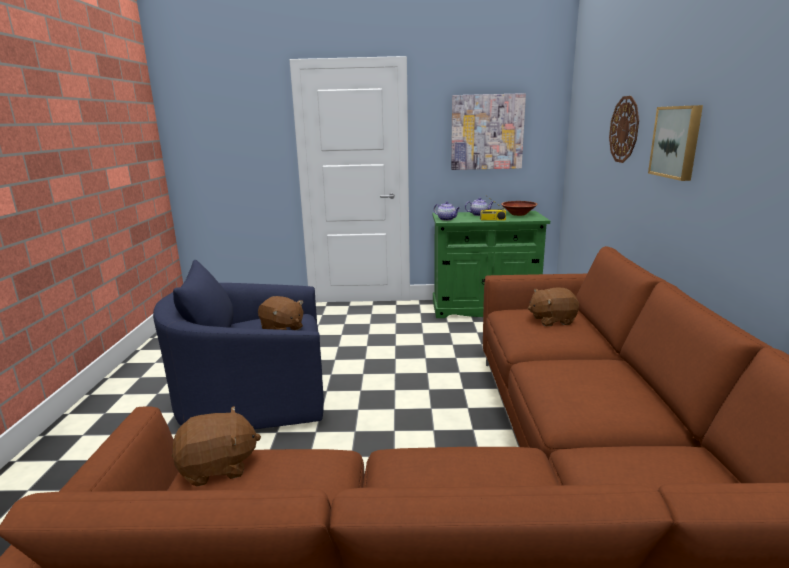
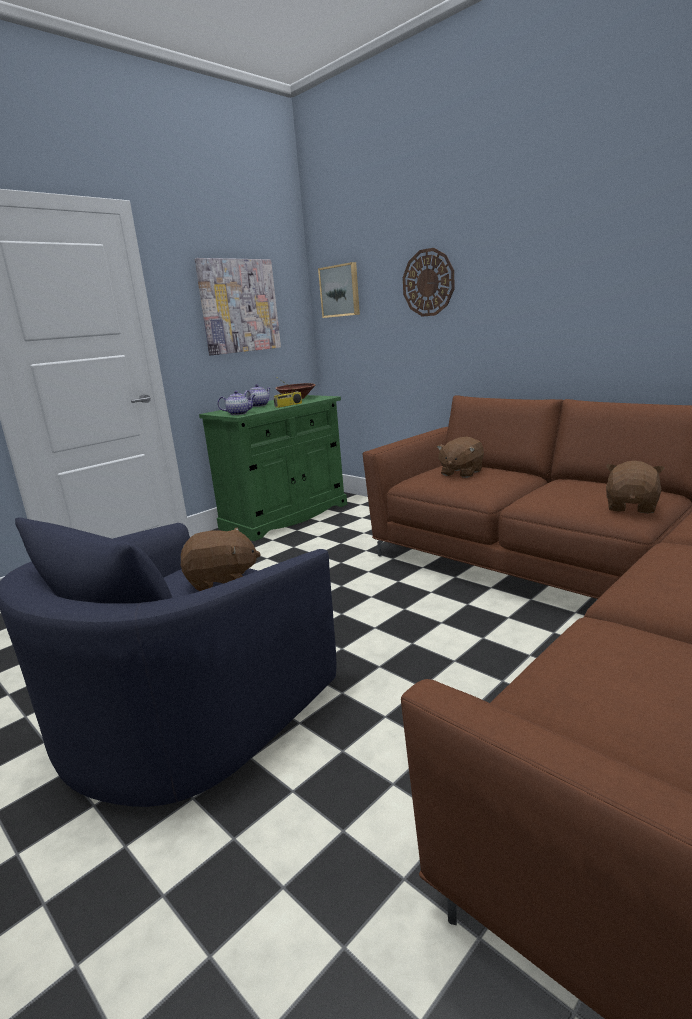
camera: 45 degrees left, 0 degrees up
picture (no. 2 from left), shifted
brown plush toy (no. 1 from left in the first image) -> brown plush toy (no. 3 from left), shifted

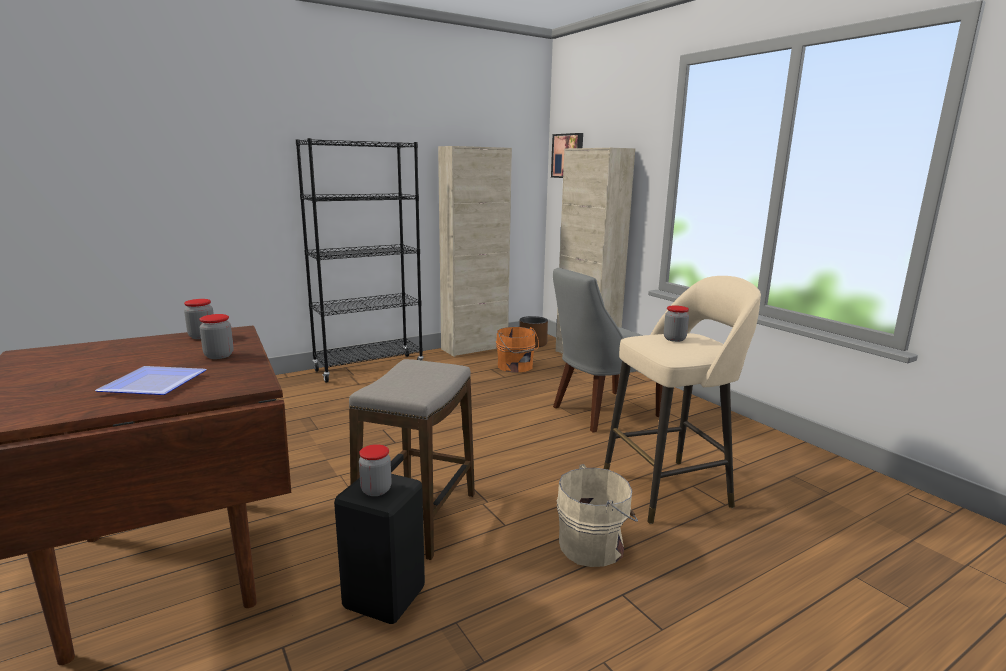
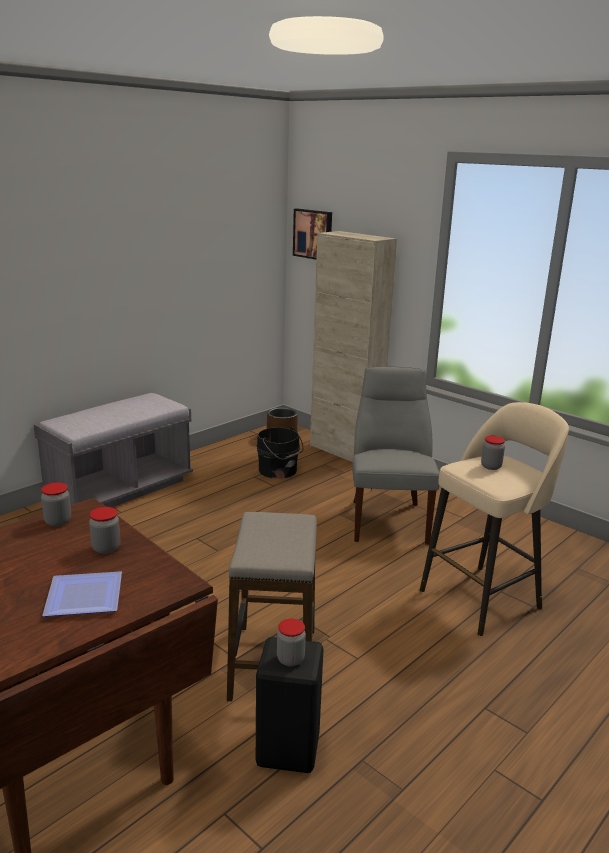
camera: 15 degrees left, 5 degrees up
black bookcase -> grey bench
beige cabinet (no. 1 from left) -> none
grey chair, 135 degrees clockwise
orange bucket -> black bucket
beige bucket -> none

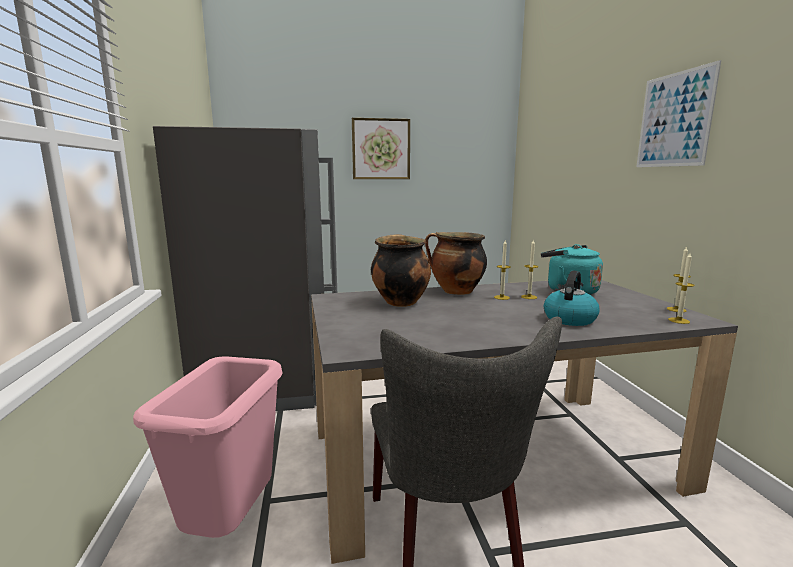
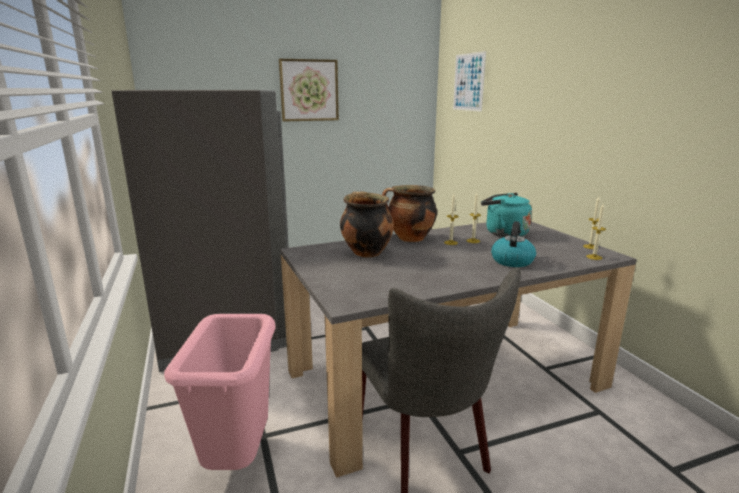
camera: 10 degrees left, 5 degrees up
picture (no. 2 from left), shifted

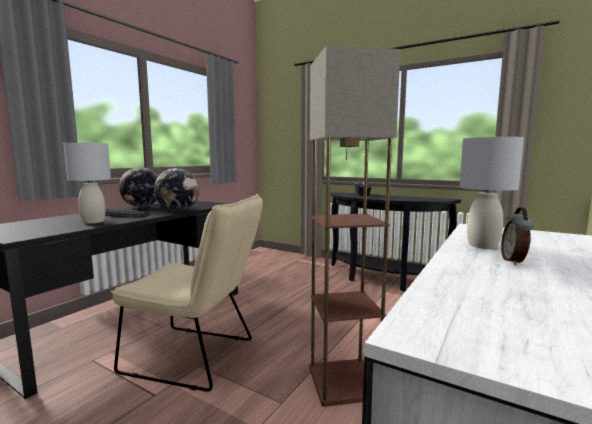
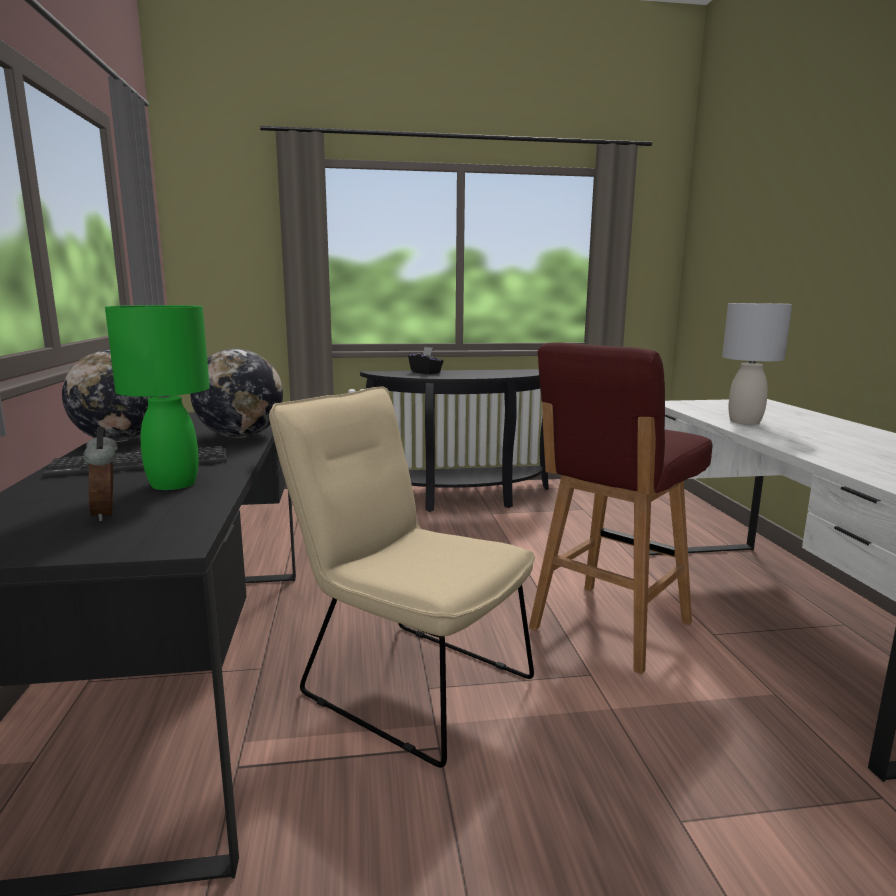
camera: 40 degrees left, 5 degrees up
floor lamp -> red stool
grey table lamp (no. 1 from left) -> green table lamp
beige chair, 120 degrees counterclockwise
alarm clock, shifted

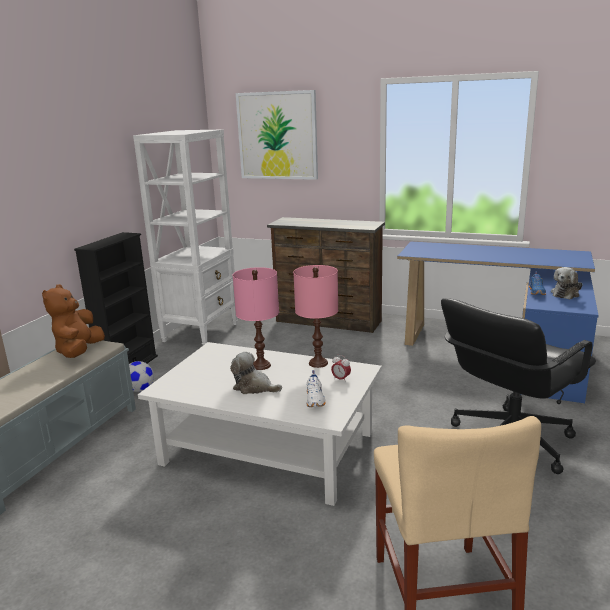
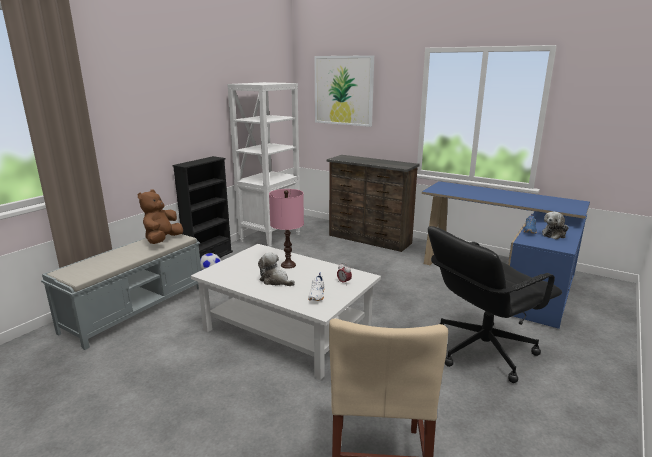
camera: 10 degrees right, 0 degrees up
pink table lamp (no. 2 from left) -> none

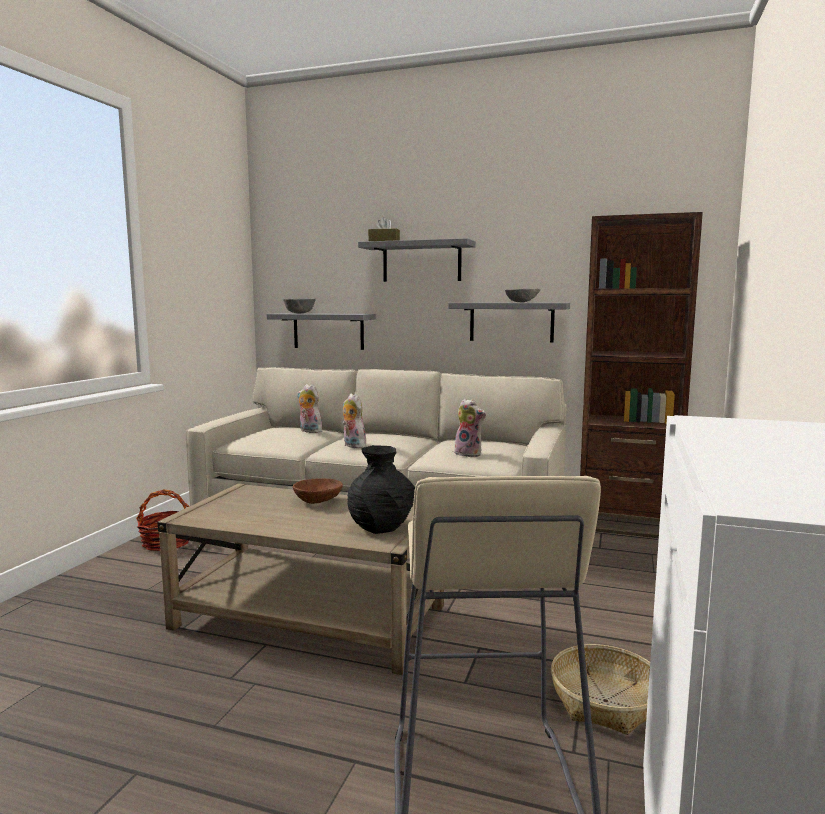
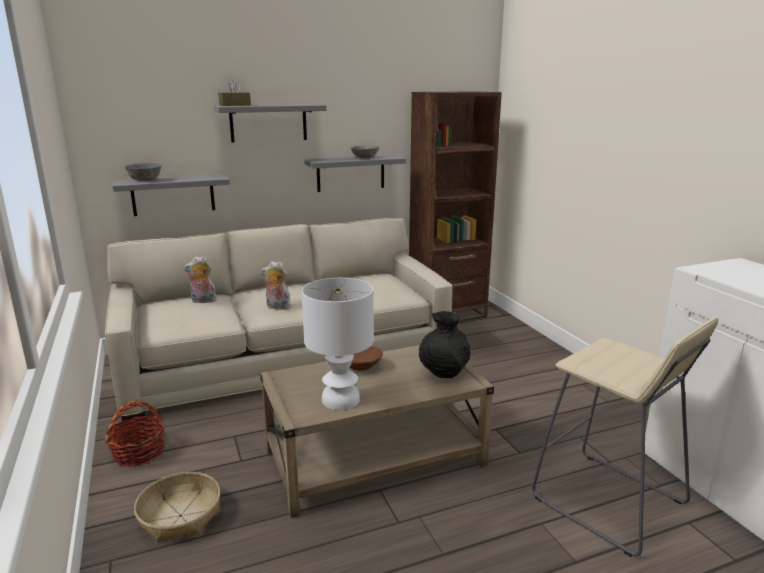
camera: 40 degrees left, 10 degrees up
plush toy (no. 3 from left) -> none
basket (no. 2 from left), shifted
none -> white table lamp

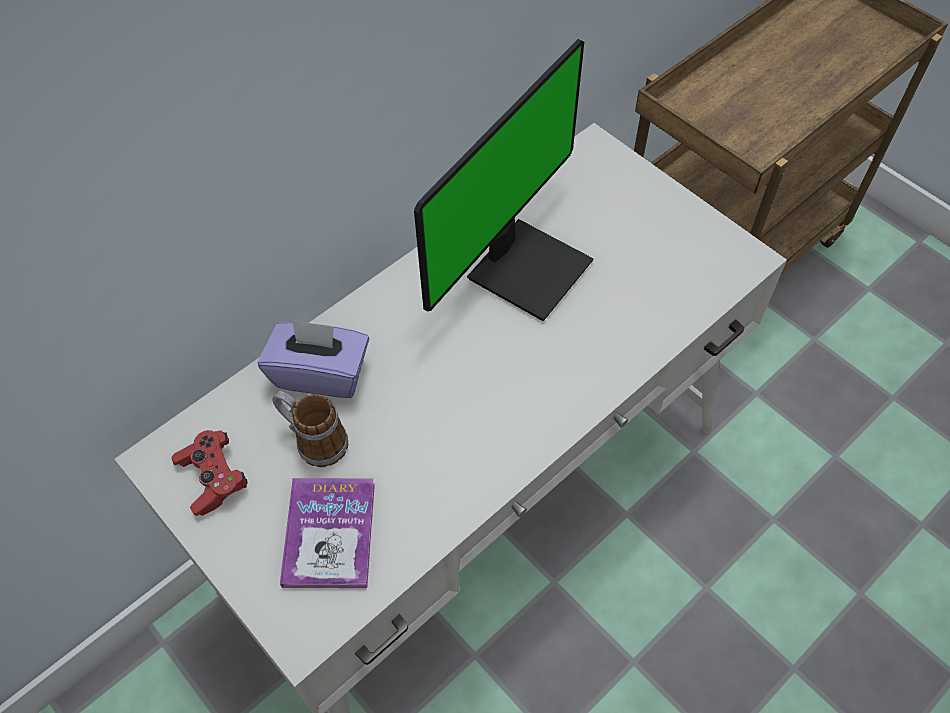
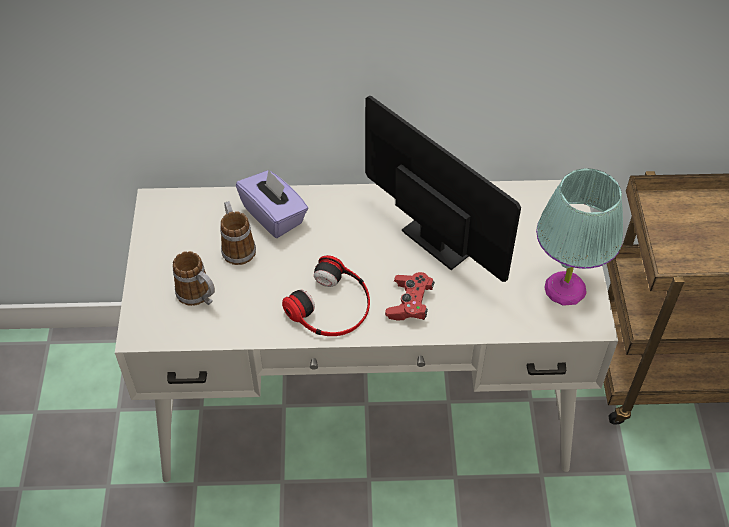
camera: 40 degrees right, 5 degrees down
monitor, 120 degrees counterclockwise
red game controller, shifted
book -> mug (no. 1 from left)
none -> turquoise table lamp
none -> headphones

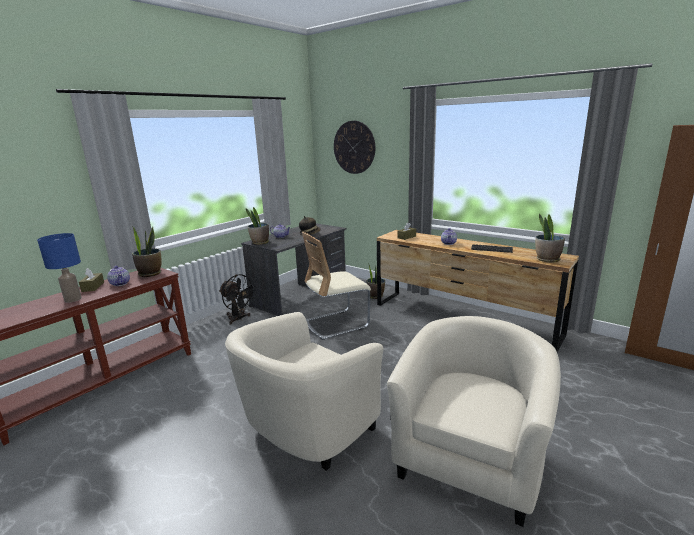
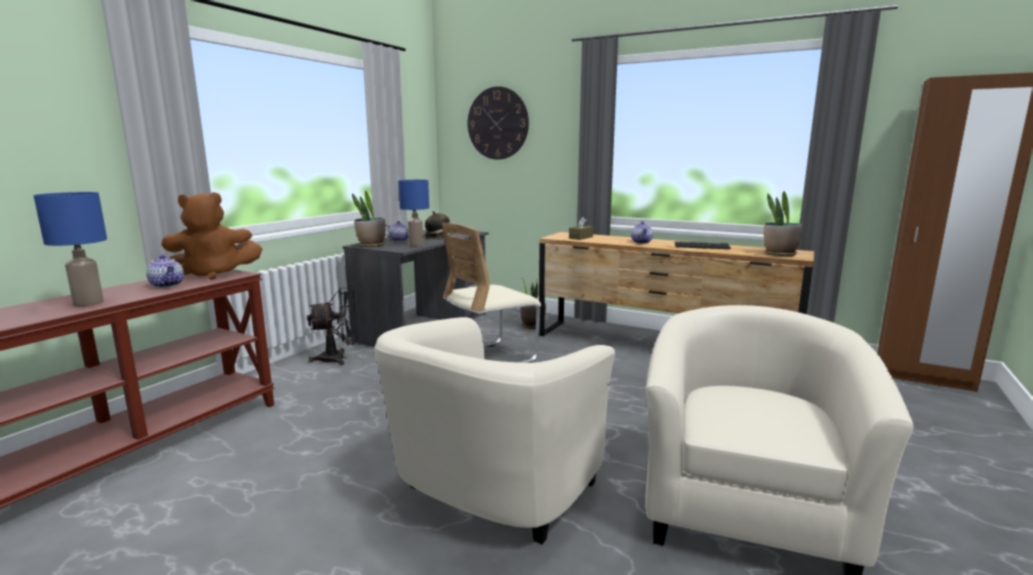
camera: 10 degrees left, 5 degrees down
potted plant (no. 1 from left) -> brown plush toy
brown tissue box (no. 1 from left) -> none
black fan, 45 degrees counterclockwise
none -> blue table lamp (no. 2 from left)

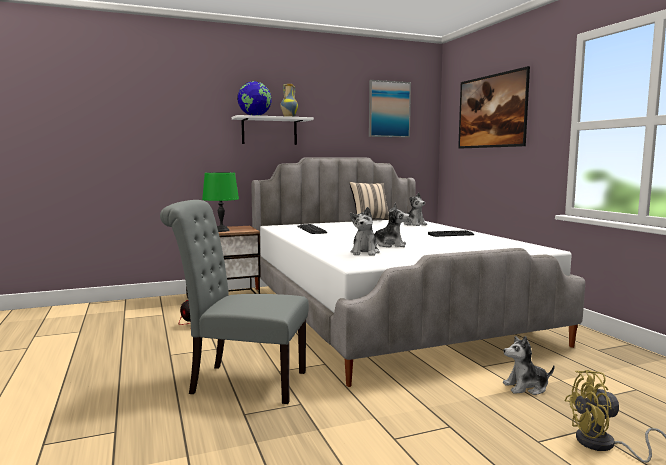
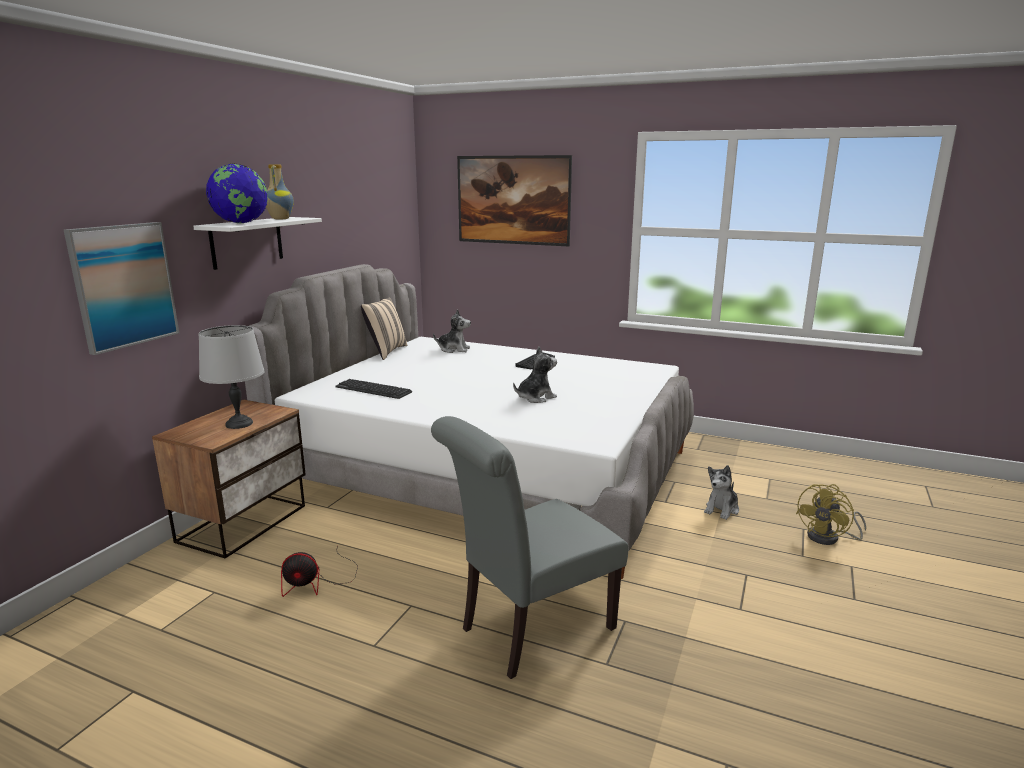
camera: 45 degrees left, 10 degrees up
picture (no. 1 from left), shifted
green table lamp -> grey table lamp
plush toy (no. 1 from left) -> none

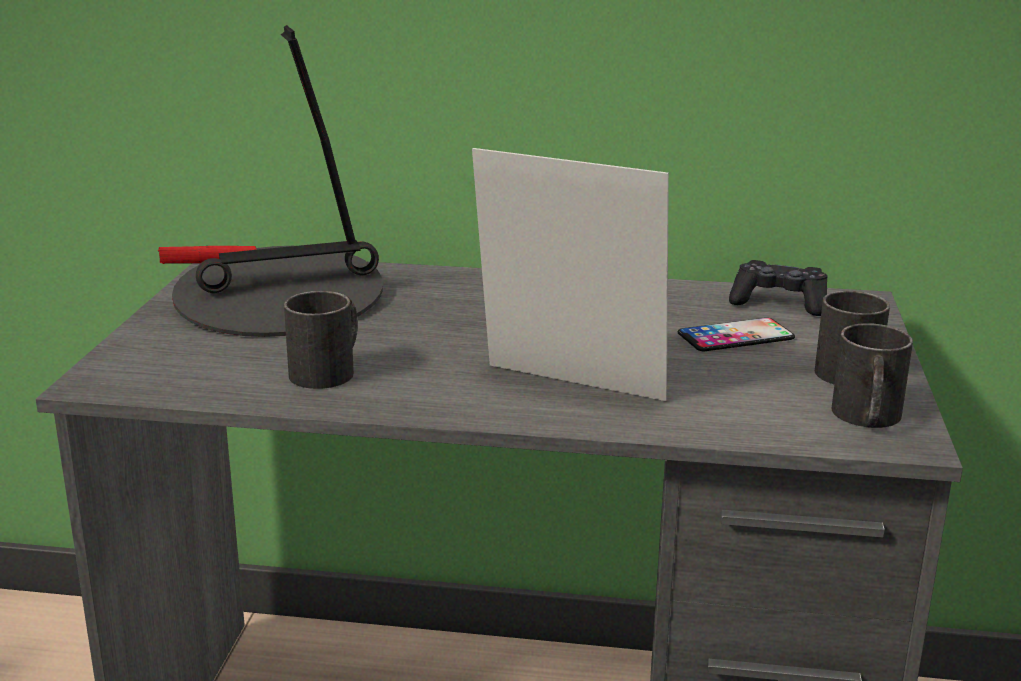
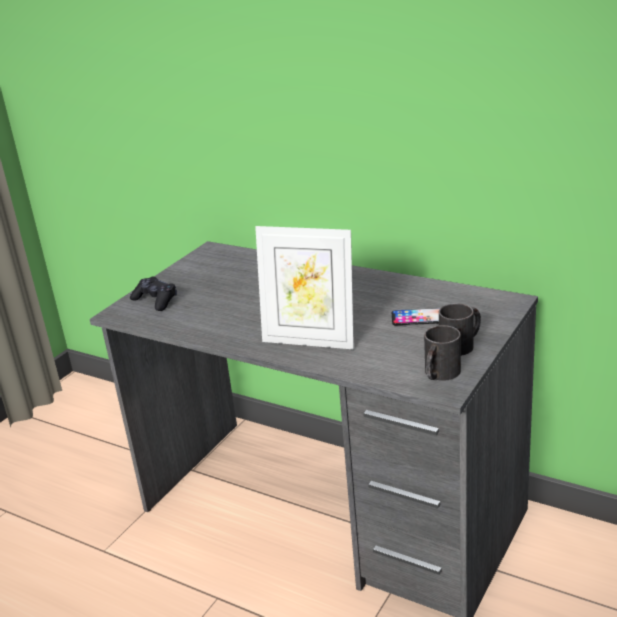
camera: 25 degrees right, 5 degrees up
table lamp -> none
picture frame, 150 degrees clockwise
black game controller, shifted
black mug (no. 1 from left) -> none

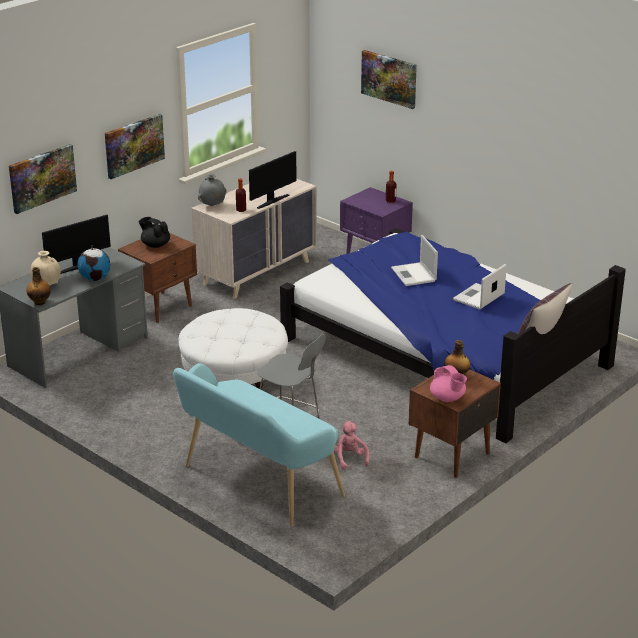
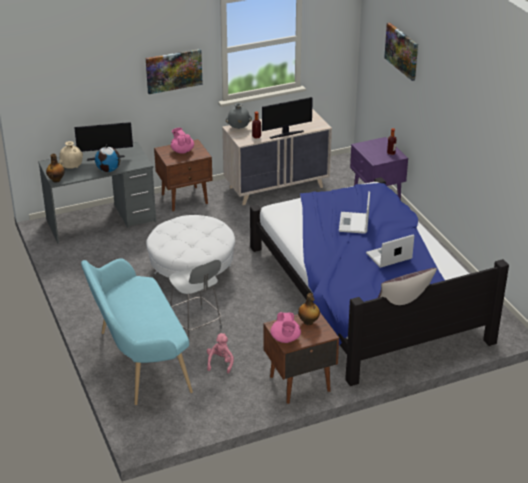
camera: 25 degrees right, 5 degrees up
picture (no. 1 from left) -> none
black teapot -> pink teapot (no. 1 from left)

